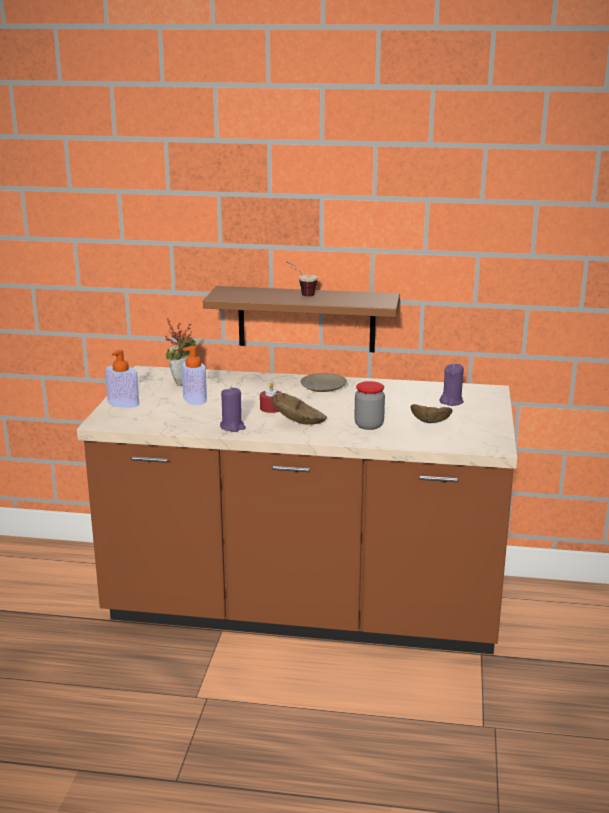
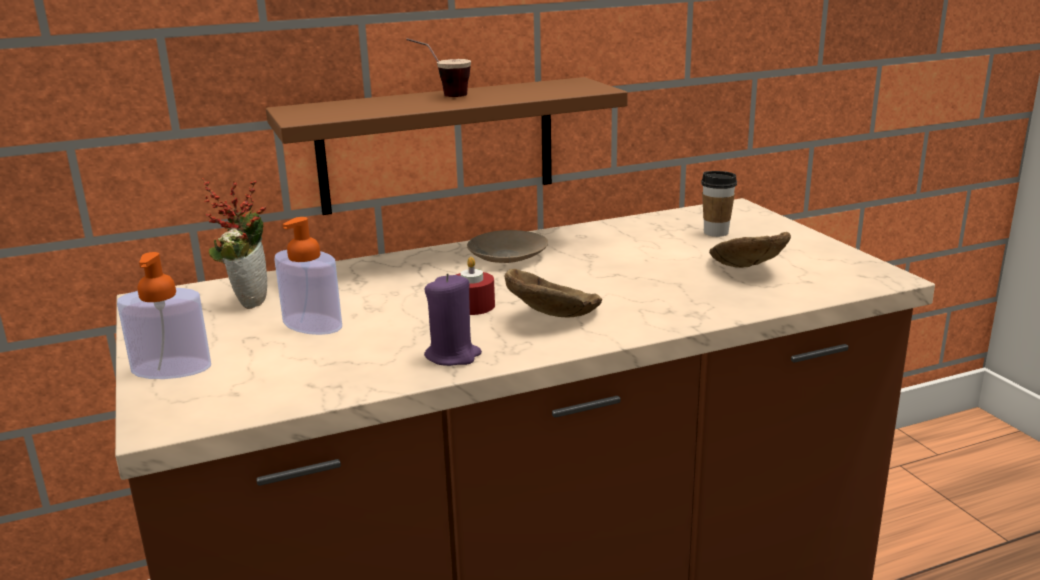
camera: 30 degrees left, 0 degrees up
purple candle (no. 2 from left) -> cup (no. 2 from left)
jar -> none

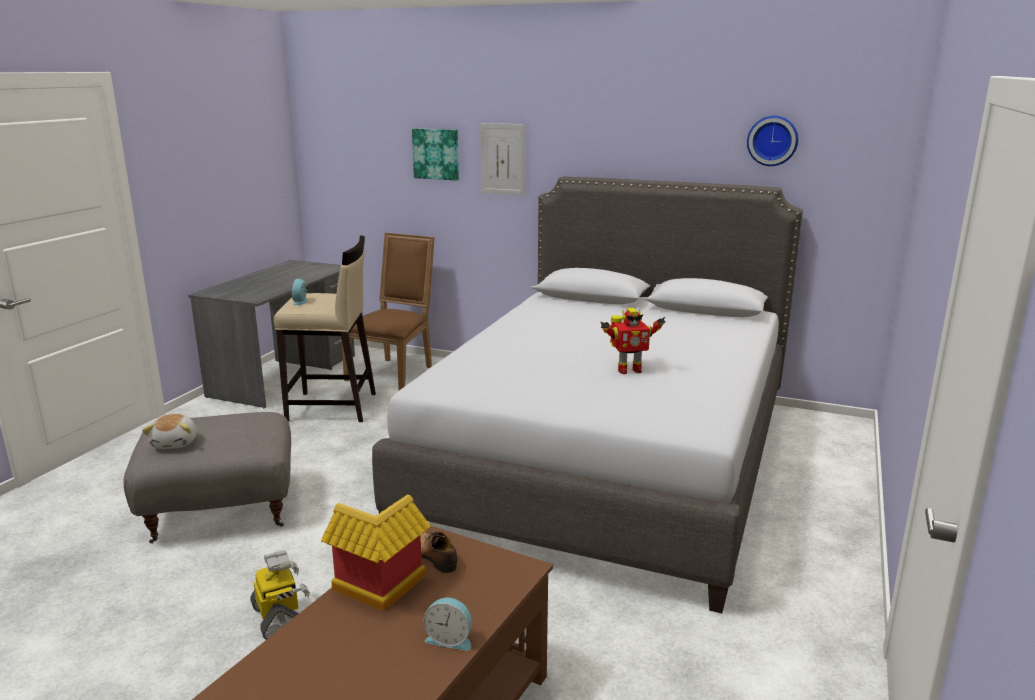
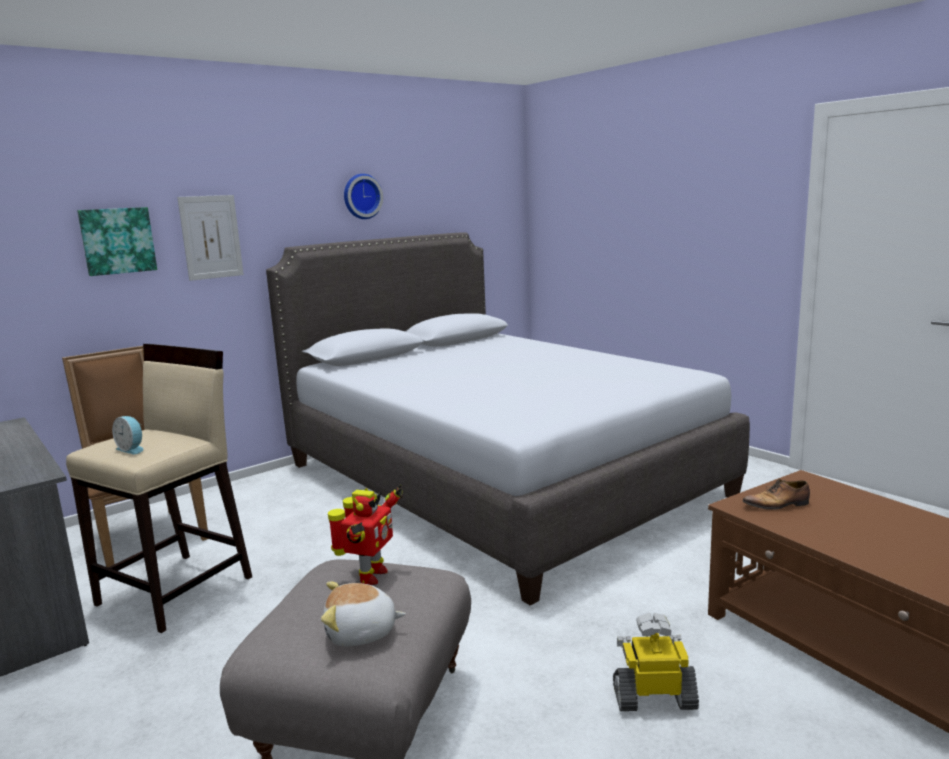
camera: 60 degrees left, 5 degrees down
wall clock, shifted
toy robot (no. 2 from left in the first image) -> toy robot (no. 1 from left), shifted
plush toy, 150 degrees clockwise
toy house -> none
alarm clock (no. 2 from left) -> none

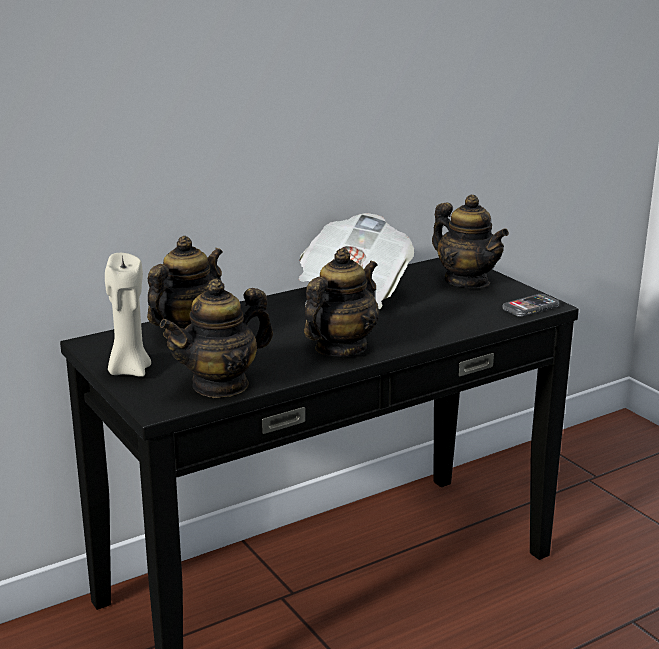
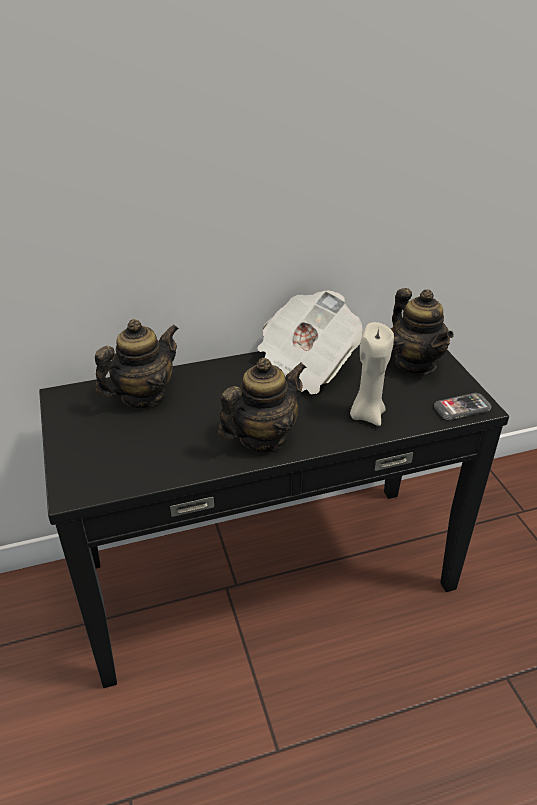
camera: 15 degrees right, 15 degrees up
beige candle, shifted
teapot (no. 2 from left) -> none

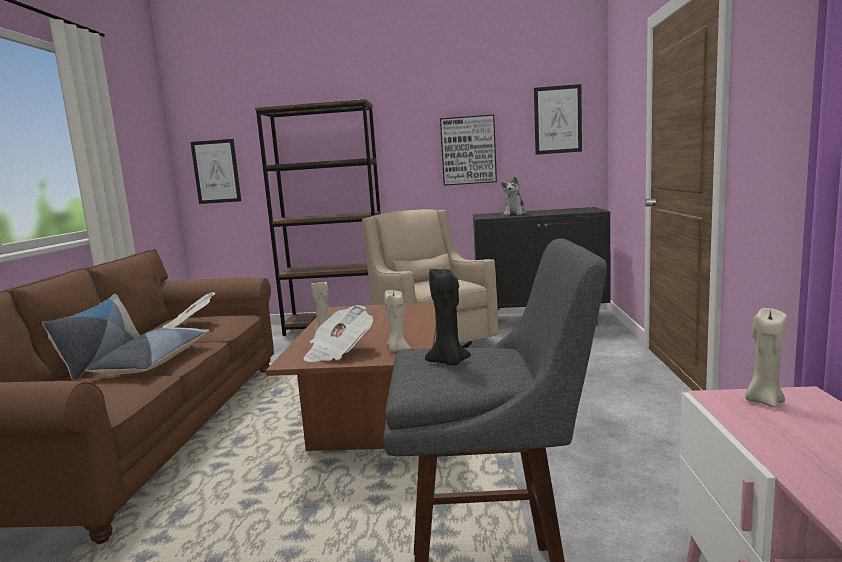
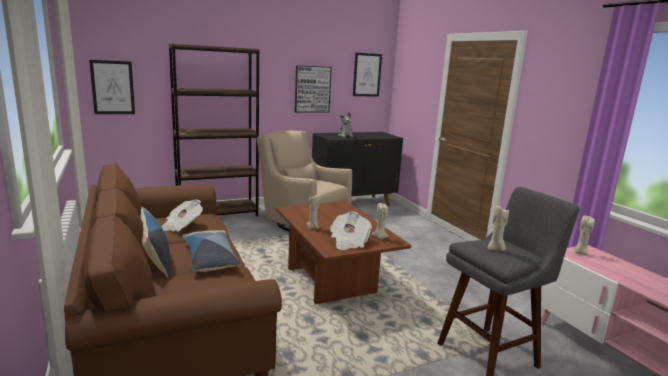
camera: 30 degrees left, 5 degrees up
black candle -> beige candle (no. 3 from left)

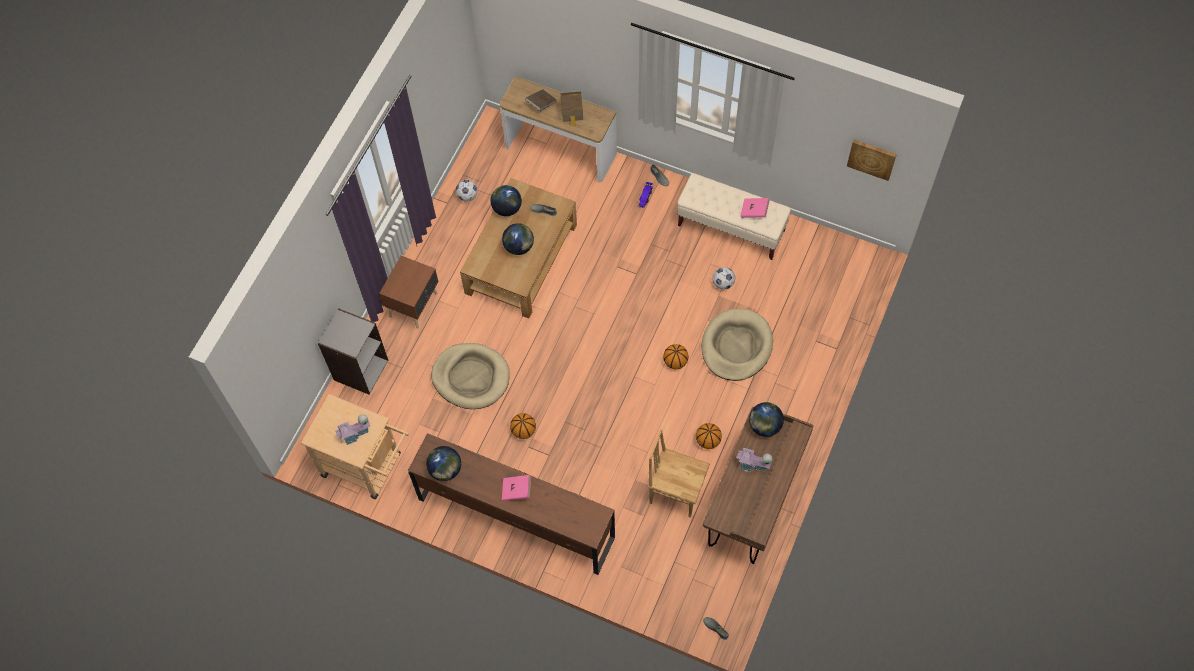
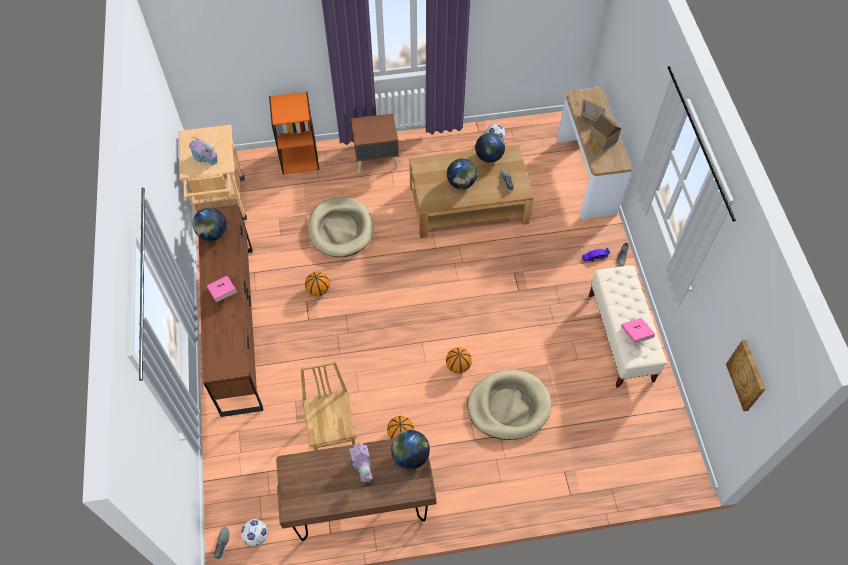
camera: 55 degrees right, 5 degrees down
football (no. 2 from left in the first image) -> football (no. 1 from left), shifted
grey bookcase -> orange bookcase

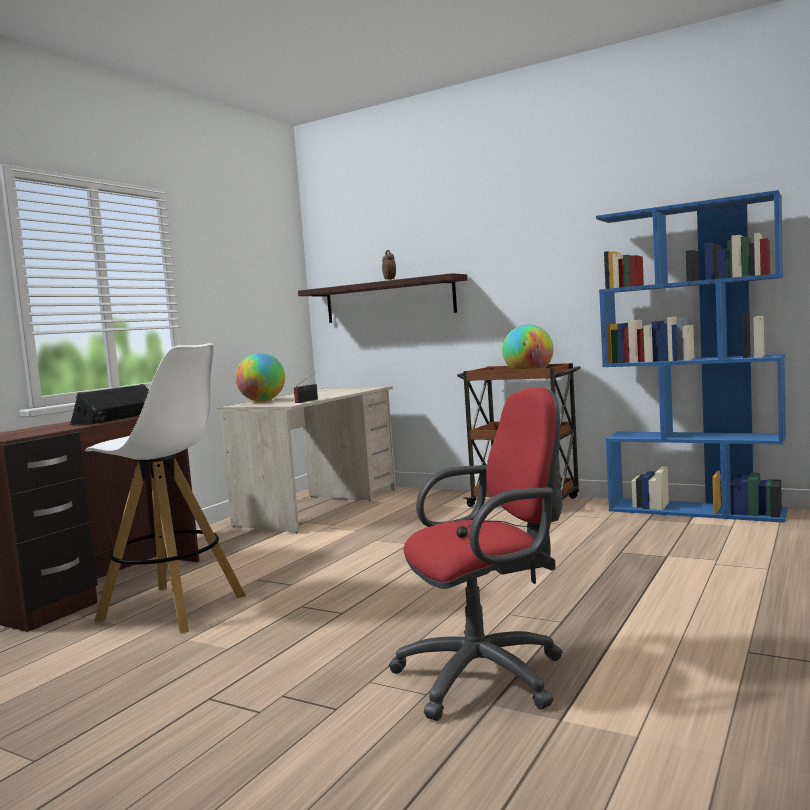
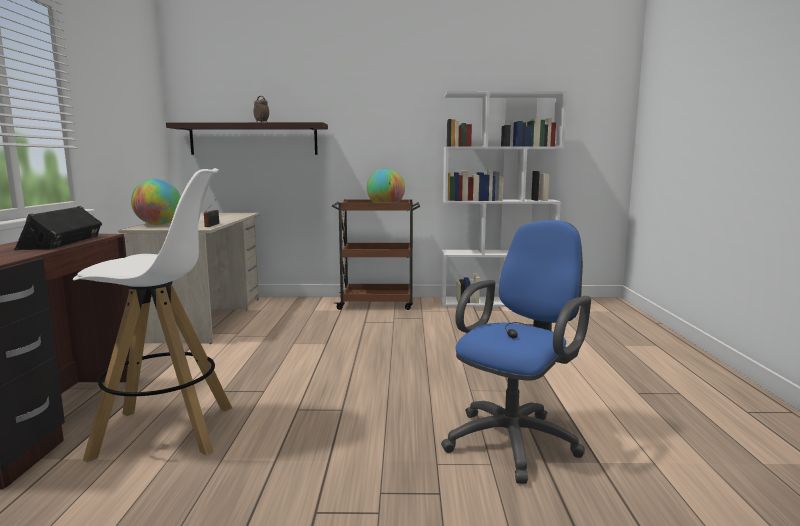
camera: 30 degrees left, 5 degrees up
blue bookcase -> white bookcase
red office chair -> blue office chair

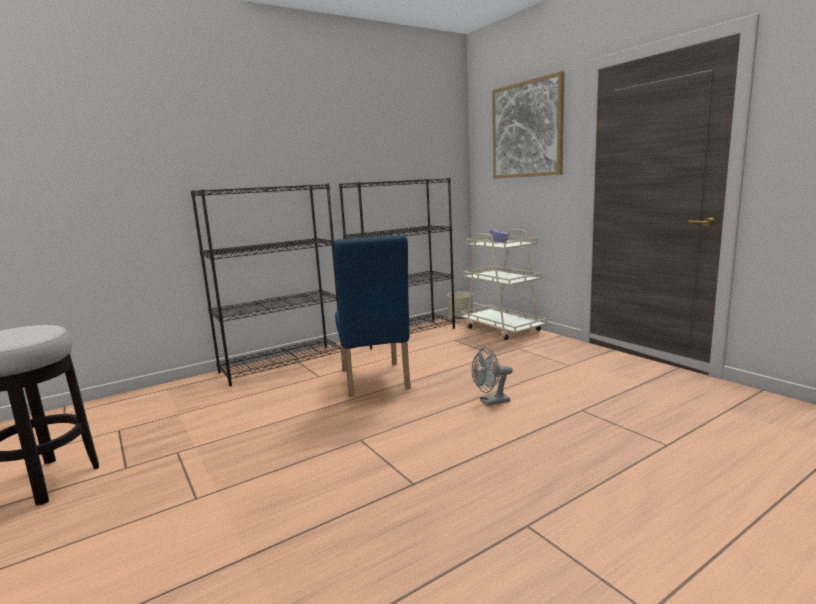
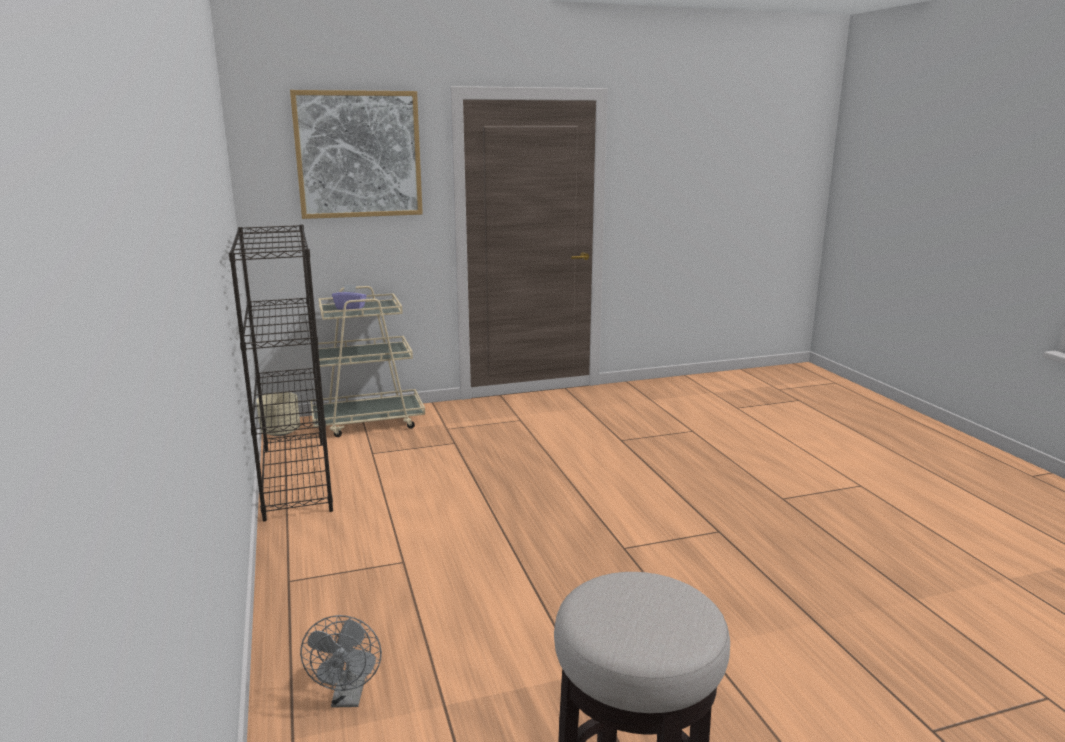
camera: 75 degrees left, 5 degrees up
black bookcase (no. 1 from left) -> none
blue chair -> none
grey fan, shifted

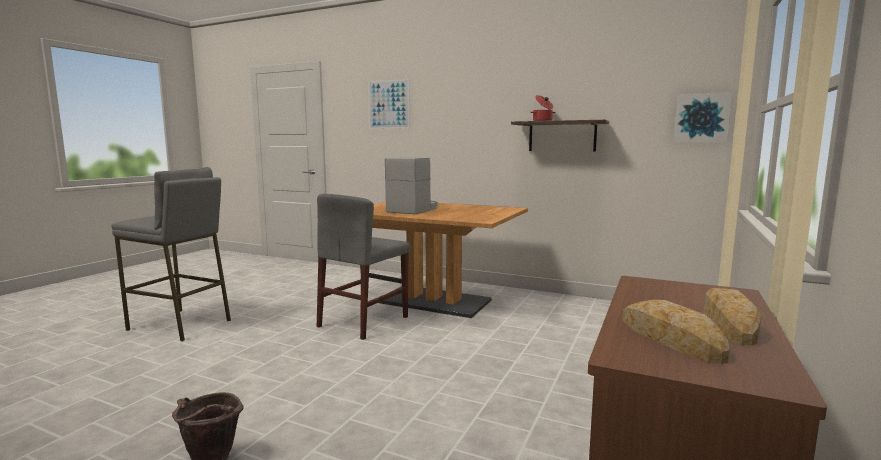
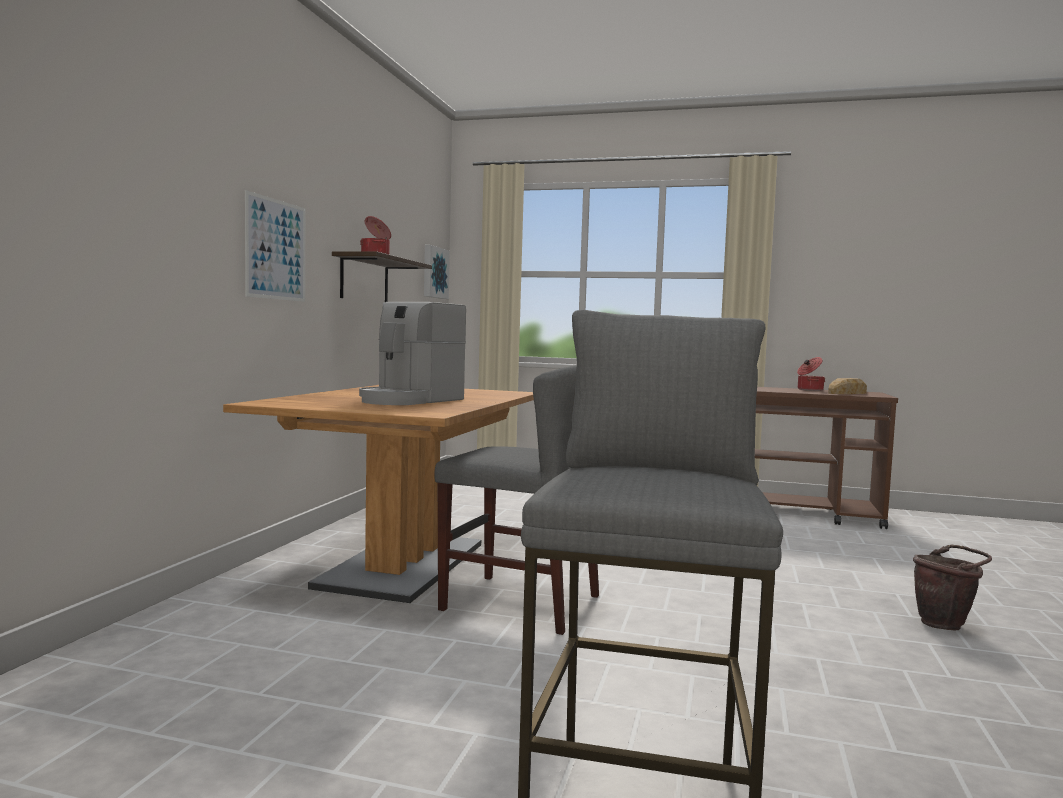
camera: 100 degrees left, 5 degrees down
picture (no. 1 from left), shifted
coffee machine, 75 degrees counterclockwise
bread (no. 2 from left) -> cooking pot (no. 2 from left)

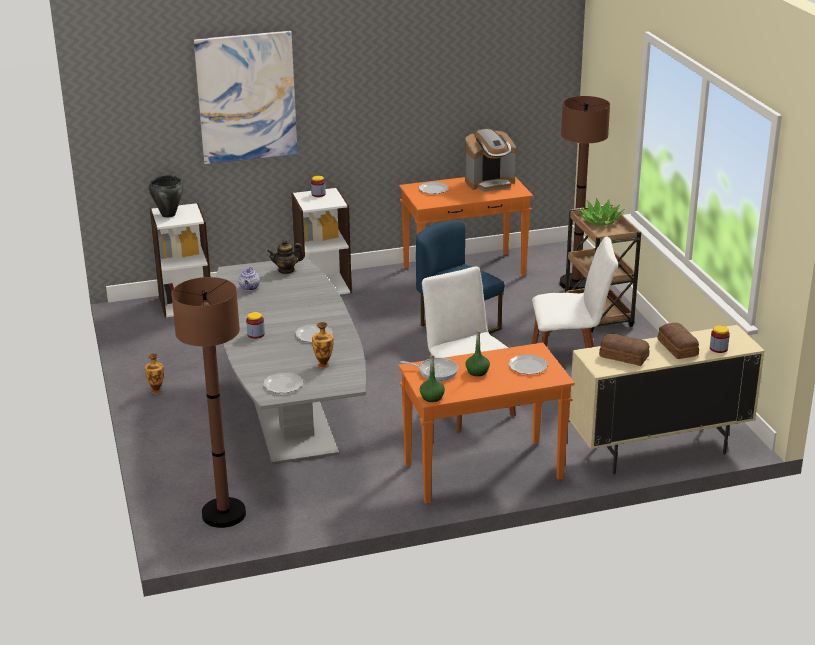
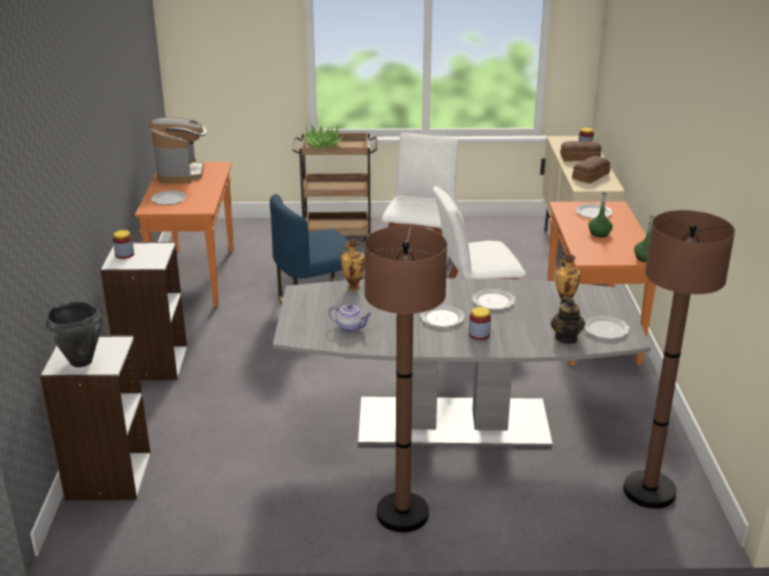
camera: 75 degrees left, 0 degrees up
picture -> none
brown floor lamp (no. 2 from left in the first image) -> brown floor lamp (no. 1 from left), shifted
teapot (no. 2 from left), shifted
vase (no. 1 from left), shifted
frying pan -> none
none -> plate (no. 2 from left)

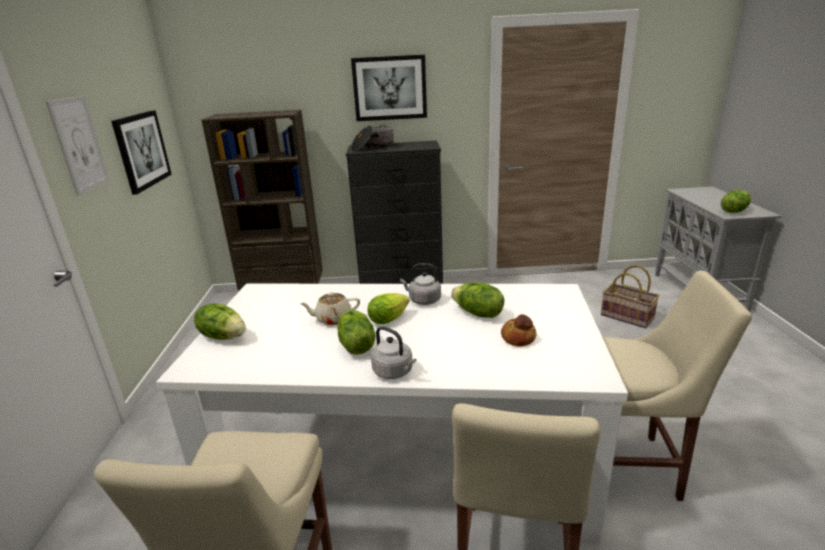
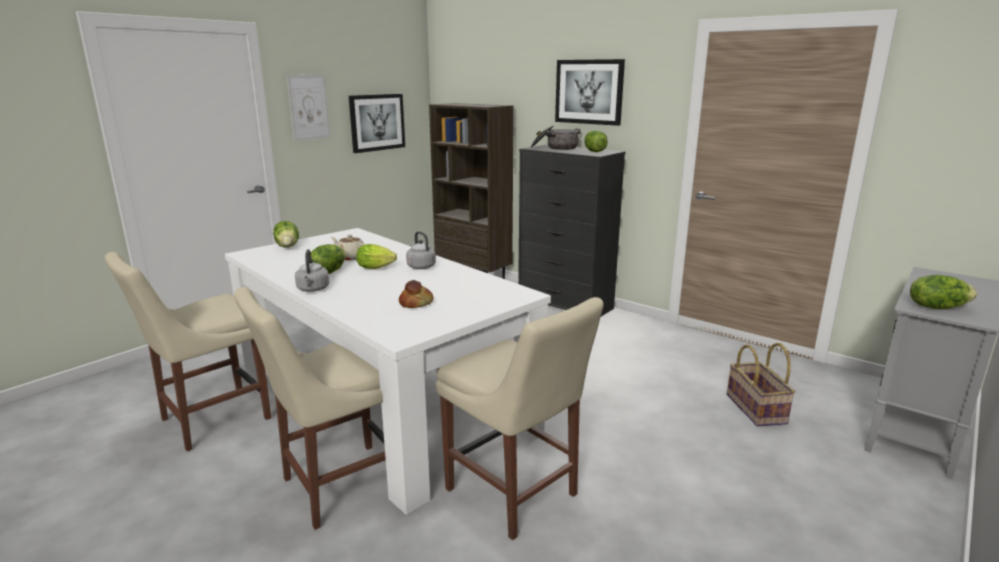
camera: 40 degrees right, 5 degrees down
lettuce (no. 4 from left), shifted

